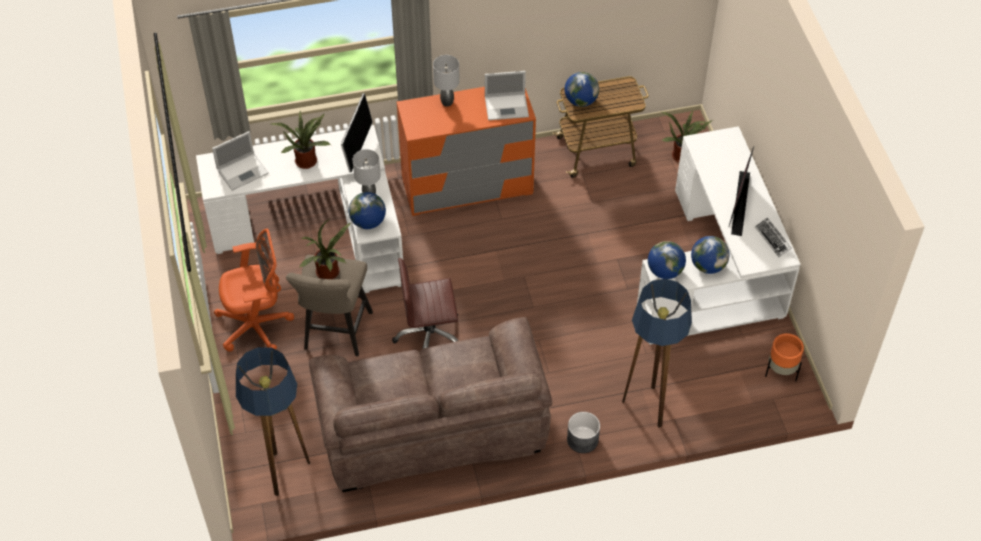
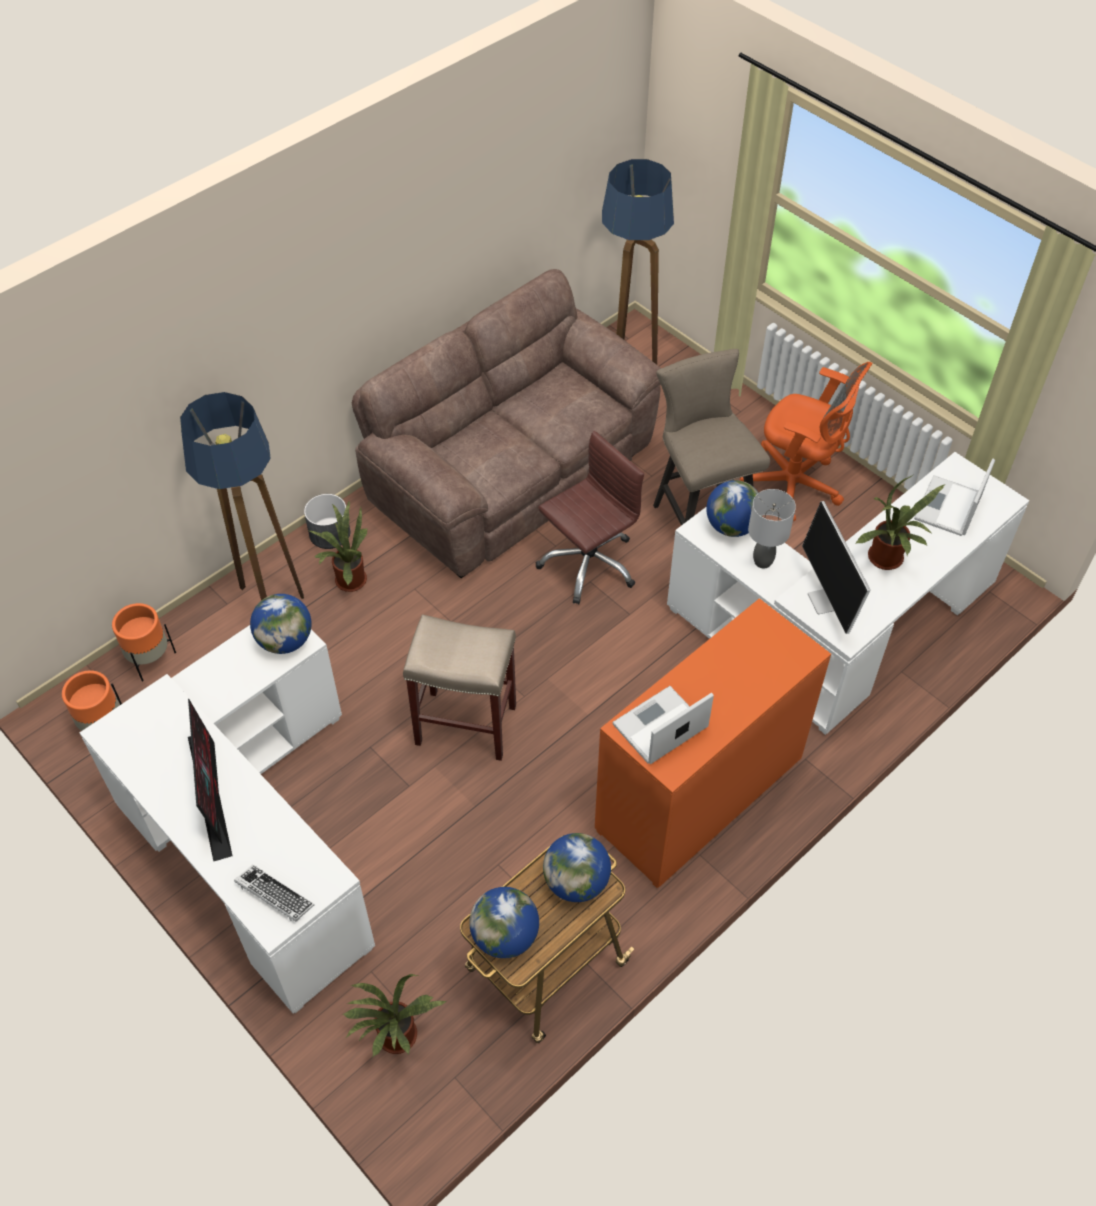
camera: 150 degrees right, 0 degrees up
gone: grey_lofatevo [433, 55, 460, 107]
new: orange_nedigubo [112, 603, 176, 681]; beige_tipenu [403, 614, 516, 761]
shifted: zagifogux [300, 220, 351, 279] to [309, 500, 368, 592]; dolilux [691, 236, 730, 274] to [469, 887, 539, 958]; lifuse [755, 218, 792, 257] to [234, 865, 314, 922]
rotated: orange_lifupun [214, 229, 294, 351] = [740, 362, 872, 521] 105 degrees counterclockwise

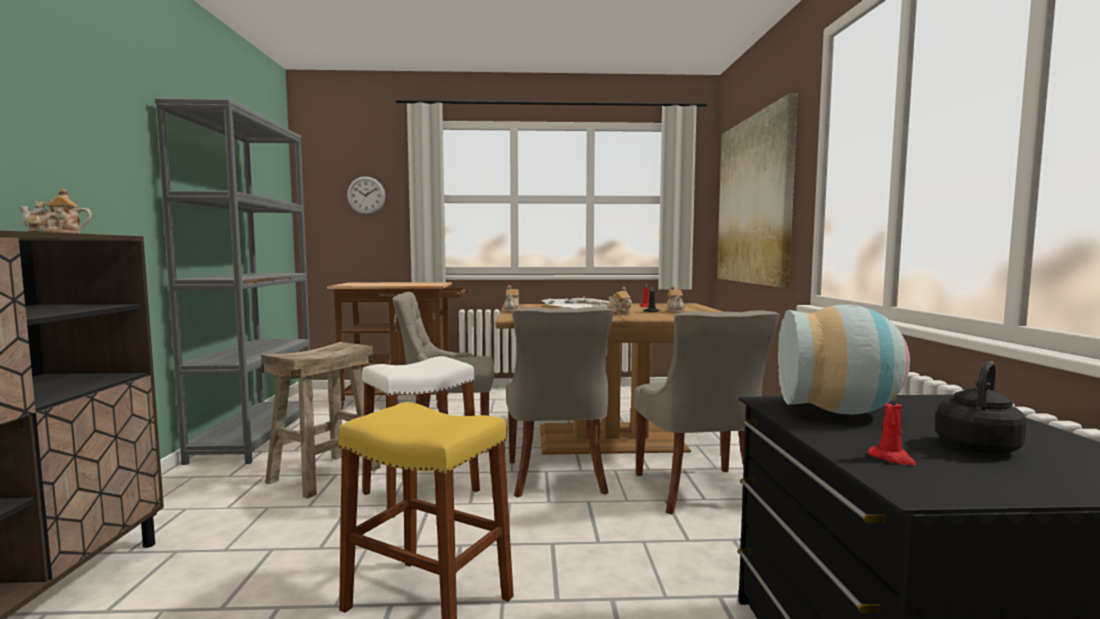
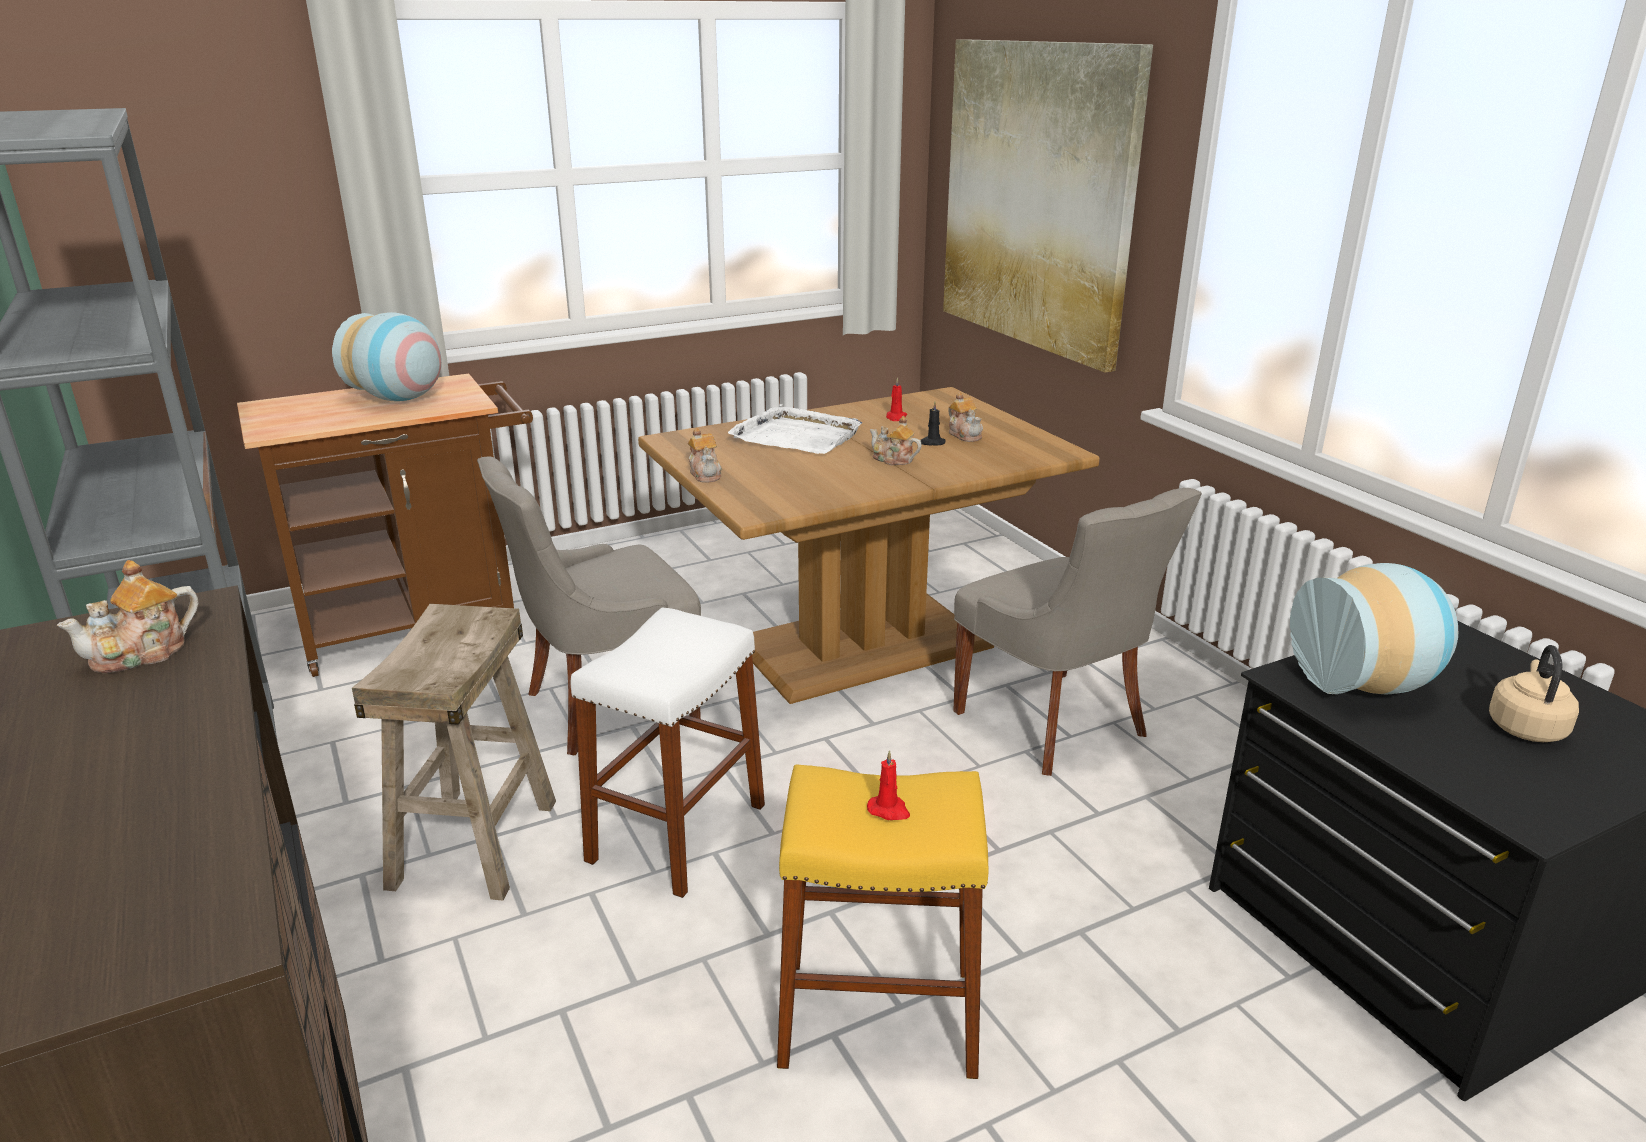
camera: 25 degrees left, 20 degrees up
gone: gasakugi [347, 176, 385, 215]; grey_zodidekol [506, 307, 614, 497]
new: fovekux [332, 312, 442, 401]
shifted: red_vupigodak [868, 391, 916, 465] to [867, 750, 910, 820]
repainted: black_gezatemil [936, 361, 1026, 454] to beige_gezatemil [1489, 645, 1579, 742]

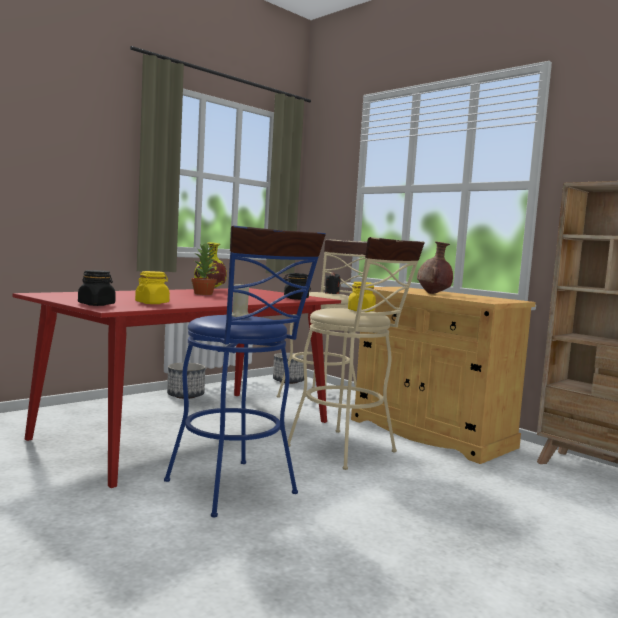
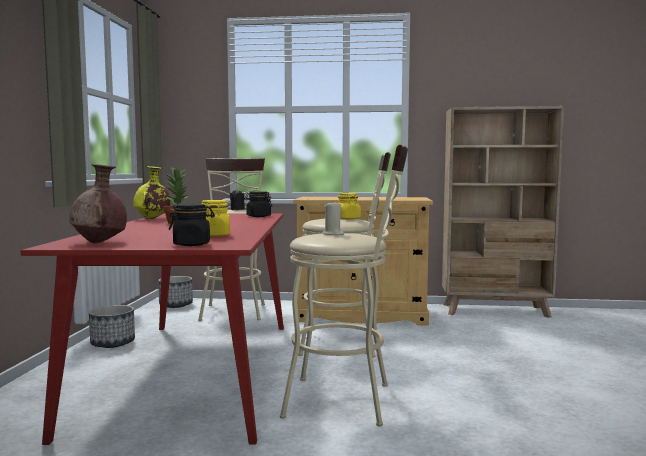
camera: 40 degrees left, 0 degrees up
shifted: brown_fovekux [417, 241, 453, 294] to [69, 164, 127, 243]
repainted: blue_tipenu [164, 225, 326, 517] to beige_tipenu [280, 145, 408, 427]

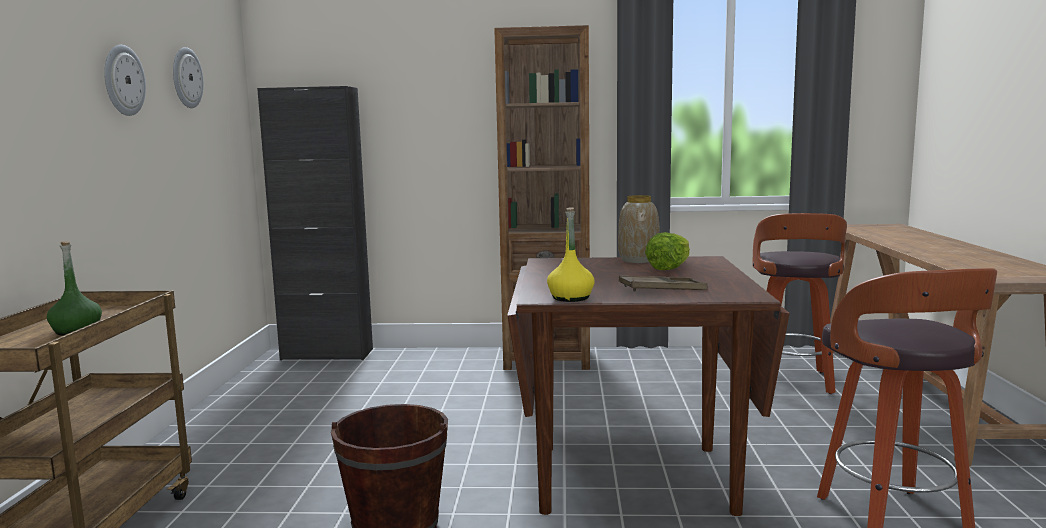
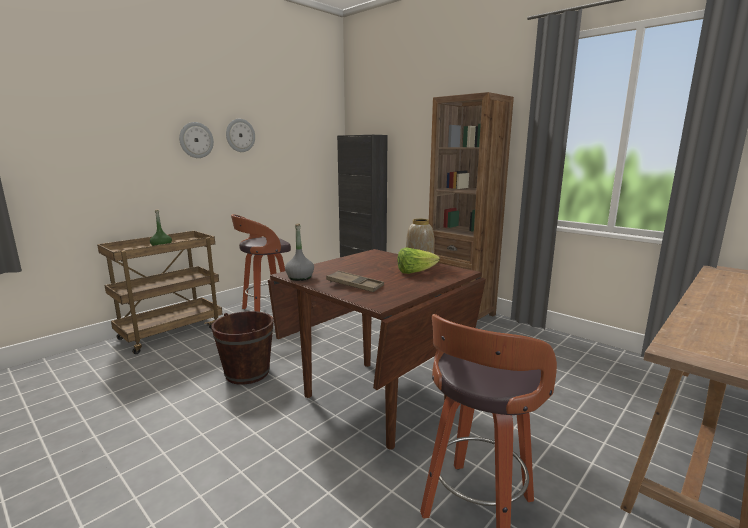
camera: 40 degrees right, 5 degrees up
shifted: gasakugi [173, 47, 204, 108] to [179, 122, 214, 158]; tipenu [752, 213, 847, 394] to [231, 214, 291, 312]
repainted: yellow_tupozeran [547, 207, 595, 302] to grey_tupozeran [285, 223, 314, 281]

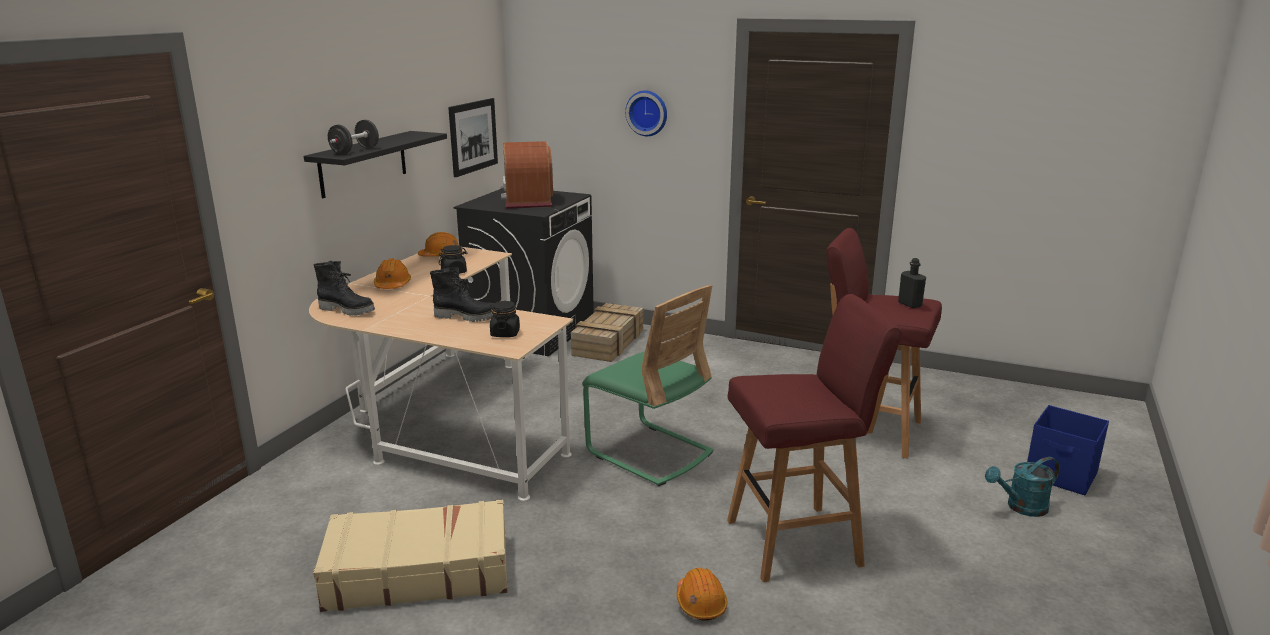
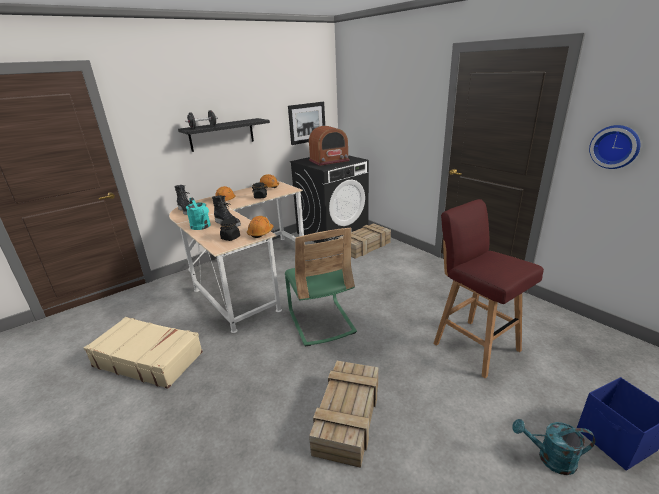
camera: 30 degrees right, 5 degrees up
gone: black_tupozeran [898, 258, 926, 308]
new: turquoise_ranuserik [186, 197, 211, 230]
shifted: gasakugi [625, 90, 667, 136] to [589, 125, 641, 169]; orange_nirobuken [676, 568, 728, 620] to [247, 216, 274, 238]
swapped: red_tipenu [727, 294, 902, 582] to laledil [309, 361, 378, 468]
rotated: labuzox [501, 141, 553, 209] = [309, 126, 349, 166] 135 degrees counterclockwise

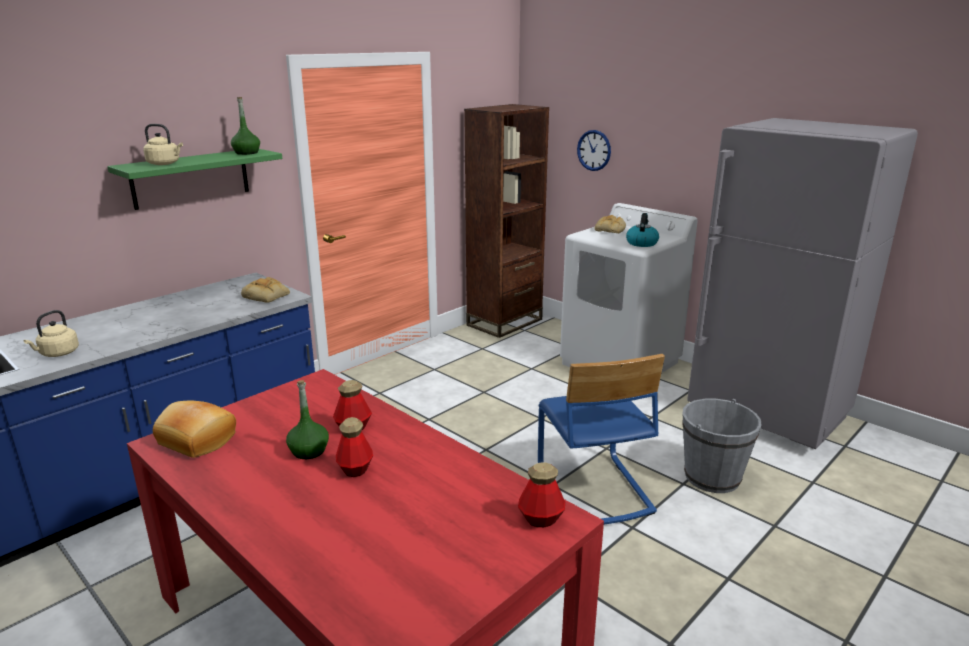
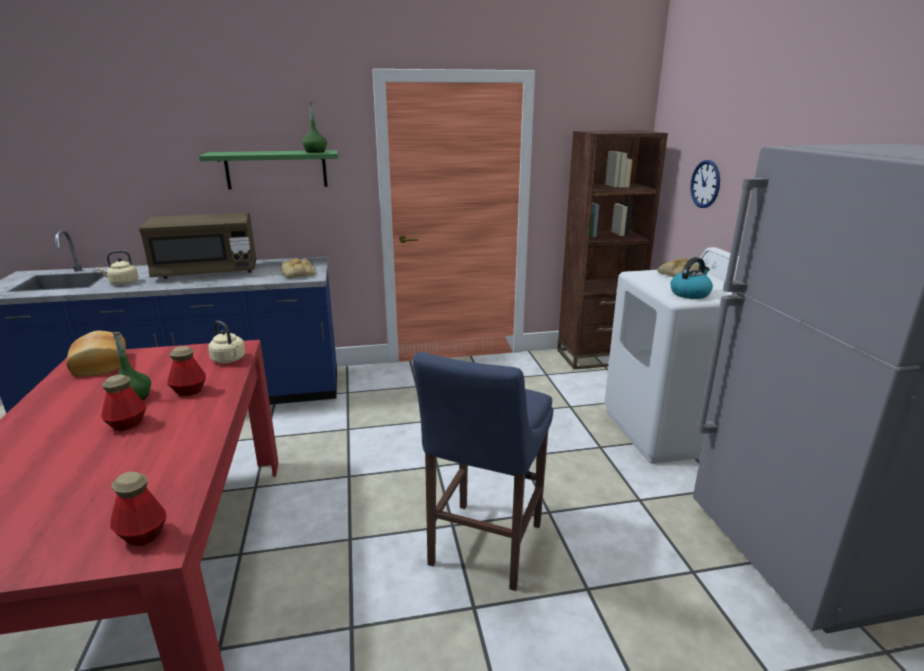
camera: 35 degrees right, 0 degrees up
gone: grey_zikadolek [682, 399, 762, 493]
new: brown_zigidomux [139, 213, 256, 279]
shifted: beige_gezatemil [143, 124, 183, 165] to [208, 320, 245, 363]
swapped: blue_zodidekol [538, 354, 665, 524] to blue_tipenu [413, 352, 554, 591]

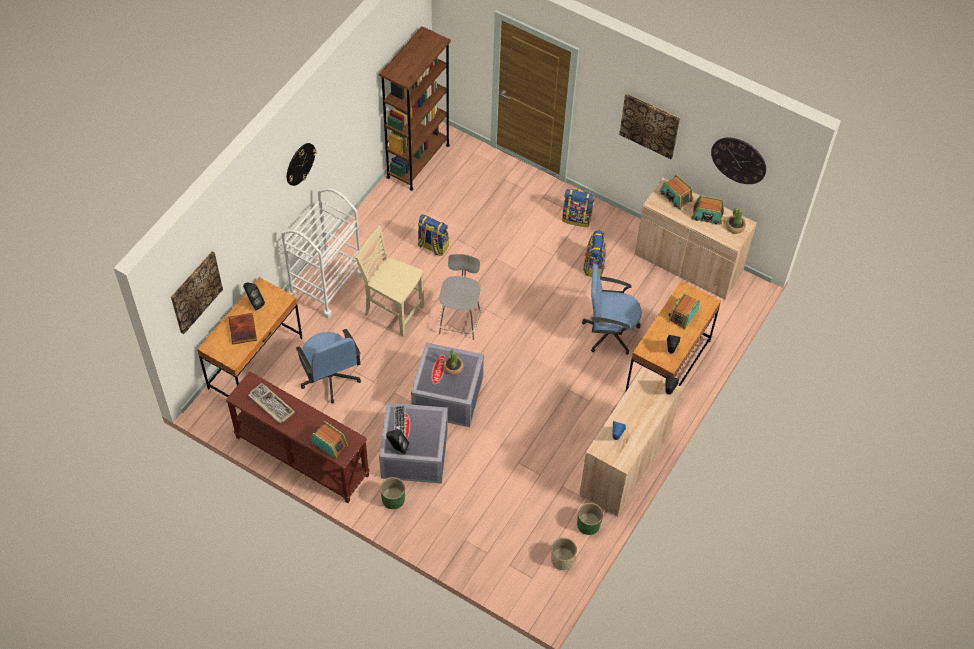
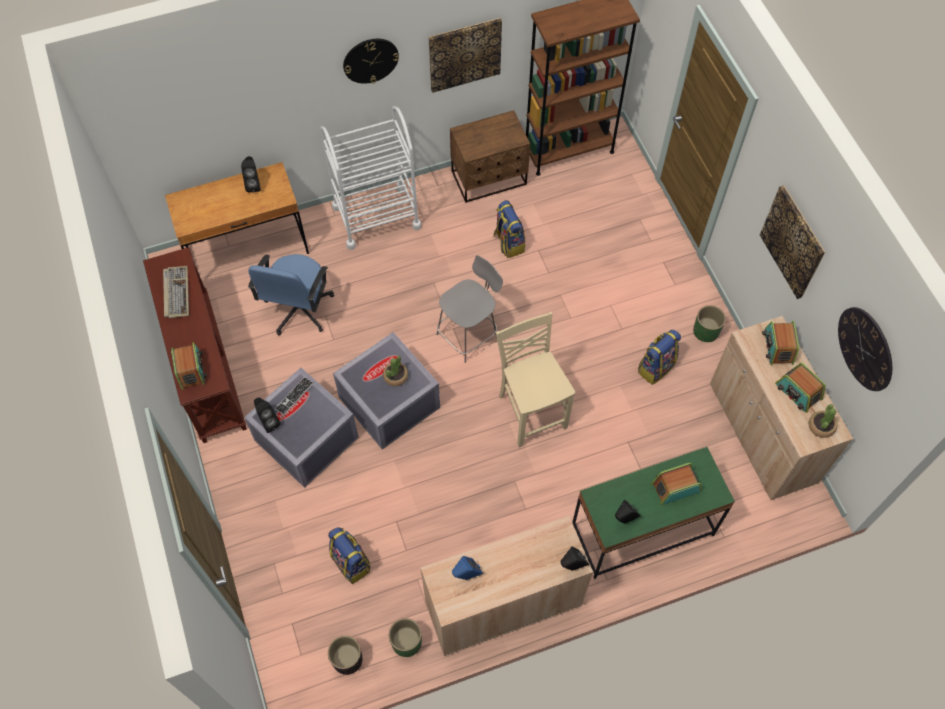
camera: 40 degrees right, 5 degrees up
gone: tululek [228, 313, 257, 344]; blue_lifupun [582, 263, 642, 355]
new: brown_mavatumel [450, 110, 530, 203]
shifted: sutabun [171, 251, 223, 334] to [429, 18, 502, 93]; beige_zodidekol [355, 226, 424, 337] to [496, 312, 575, 447]; green_nedigubo [380, 477, 405, 509] to [693, 305, 726, 342]; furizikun [562, 188, 594, 227] to [328, 527, 370, 584]
repainted: beige_nedigubo [551, 538, 577, 570] to black_nedigubo [328, 636, 363, 675]; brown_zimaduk [625, 281, 721, 392] to green_zimaduk [572, 447, 735, 579]

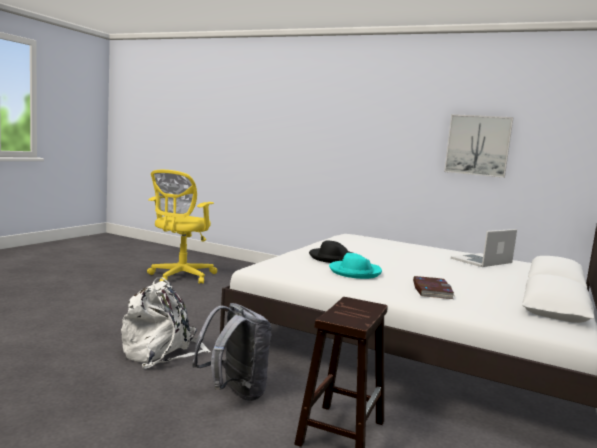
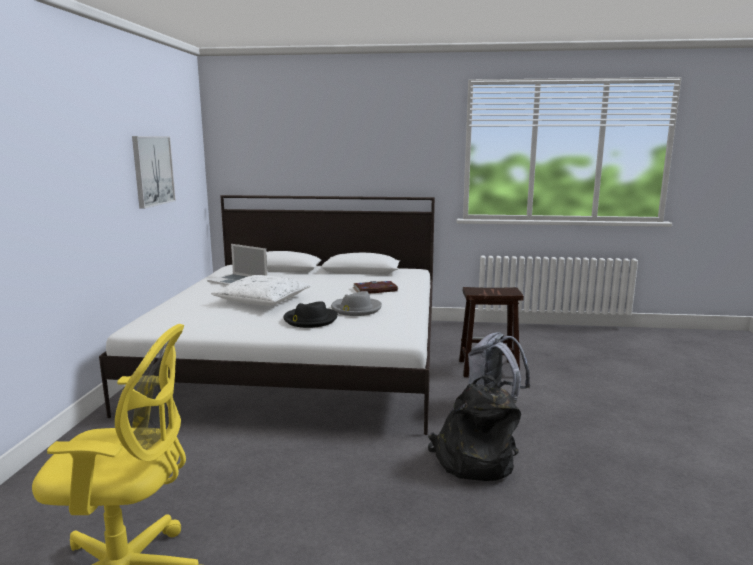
camera: 110 degrees left, 5 degrees up
new: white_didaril [211, 275, 311, 306]
repainted: white_furizikun [121, 277, 211, 369] to black_furizikun [428, 375, 521, 481]; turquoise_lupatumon [329, 253, 382, 279] to grey_lupatumon [331, 291, 382, 316]

